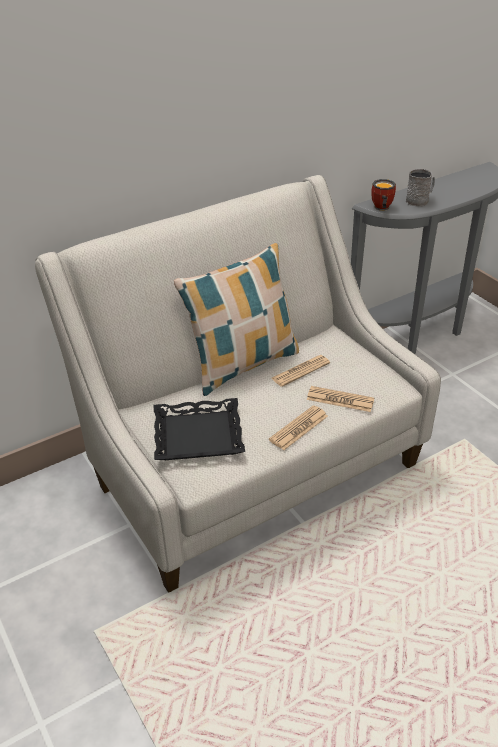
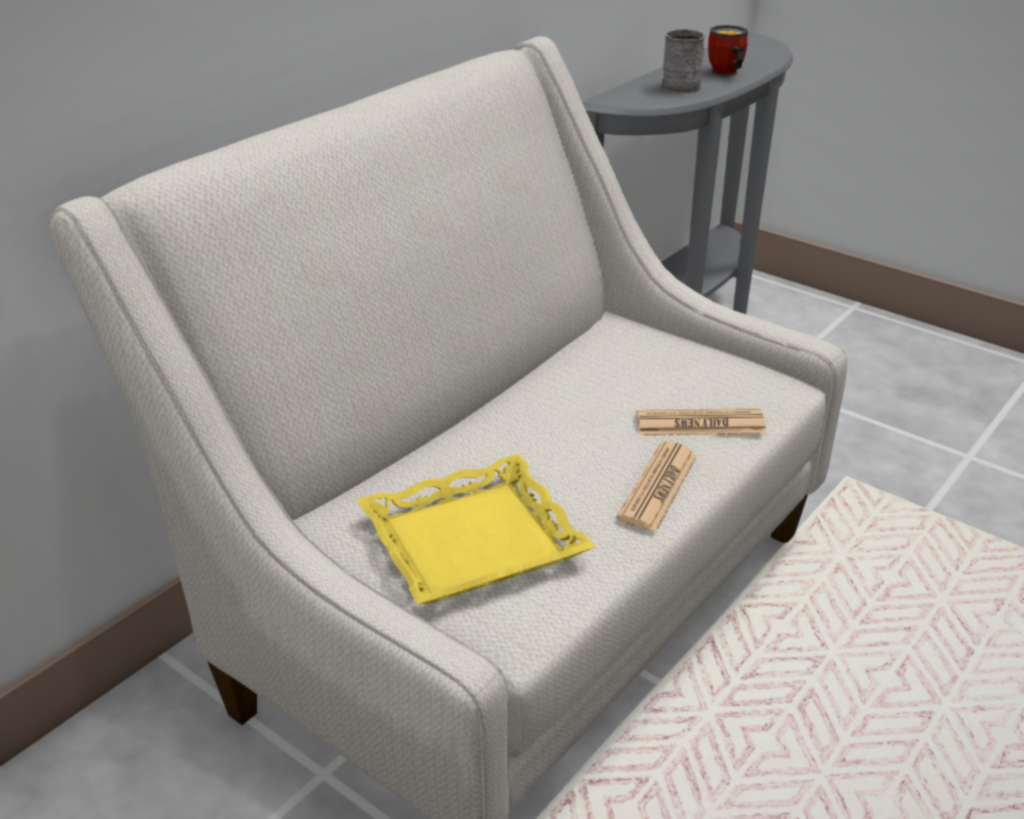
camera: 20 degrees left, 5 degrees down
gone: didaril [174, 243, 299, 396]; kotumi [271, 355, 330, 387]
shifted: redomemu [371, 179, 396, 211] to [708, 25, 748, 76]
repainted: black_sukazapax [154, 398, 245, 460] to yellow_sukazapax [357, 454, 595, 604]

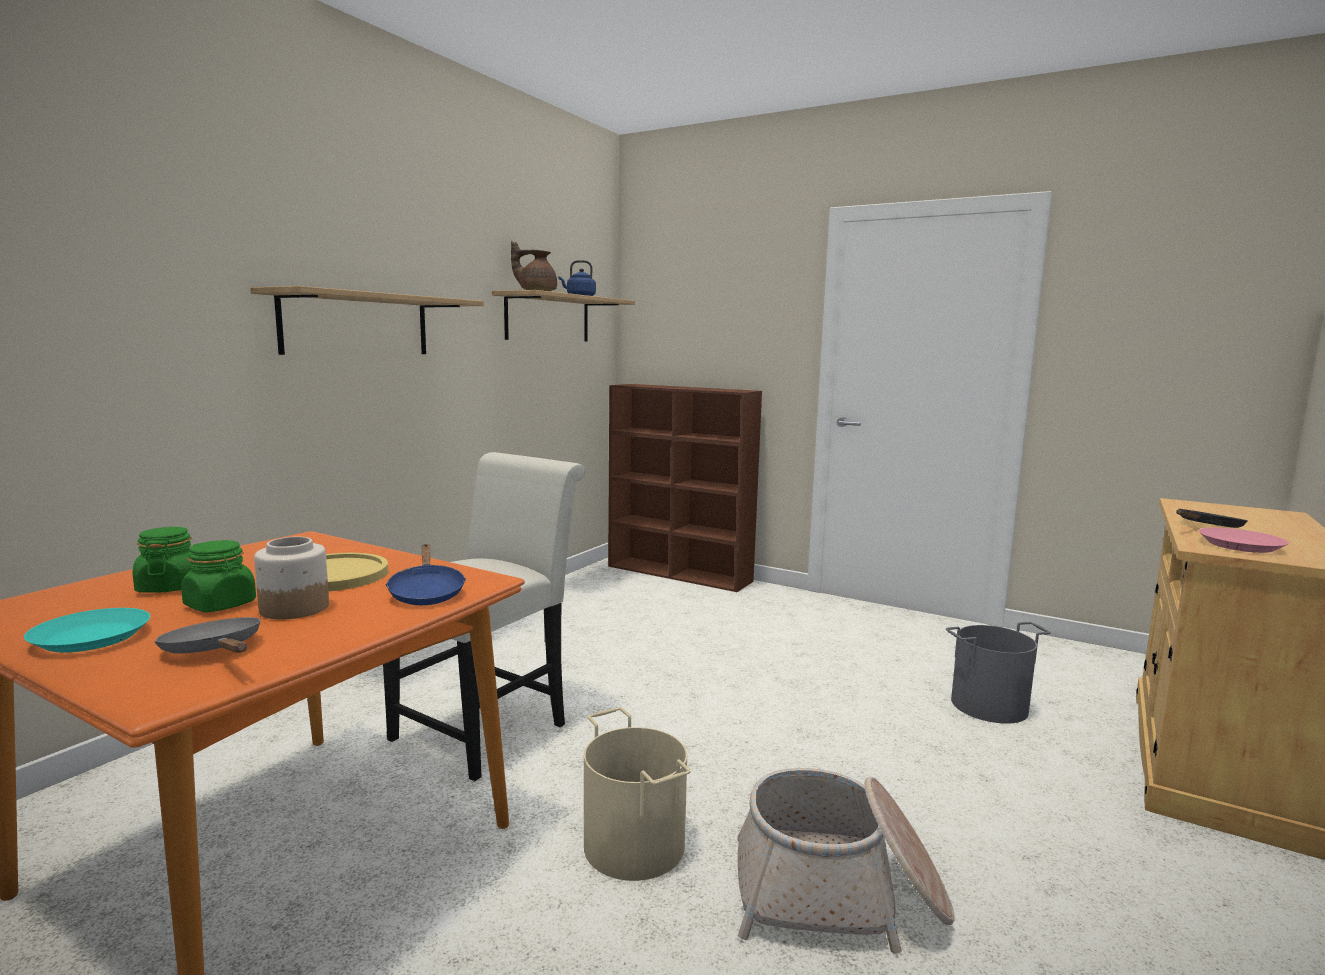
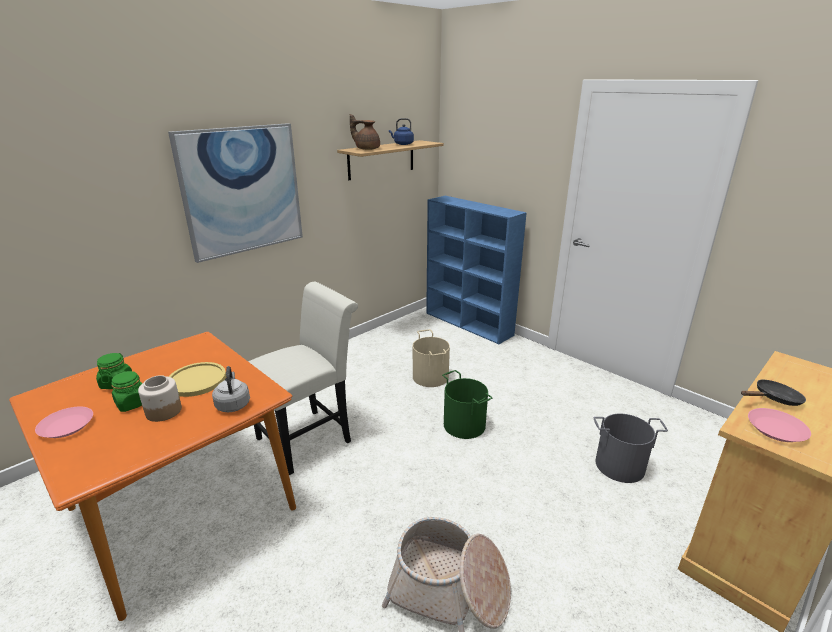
camera: 15 degrees right, 15 degrees up
gone: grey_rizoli [154, 617, 261, 654]
new: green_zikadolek [442, 370, 492, 439]
shifted: beige_zikadolek [584, 707, 691, 881] to [413, 329, 450, 387]
swapped: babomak [250, 286, 484, 355] to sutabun [168, 123, 303, 263]; blue_rizoli [385, 544, 466, 605] to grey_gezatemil [212, 366, 250, 412]
repainted: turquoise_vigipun [24, 608, 150, 653] to pink_vigipun [35, 407, 93, 438]; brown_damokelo [608, 384, 762, 592] to blue_damokelo [426, 196, 527, 344]

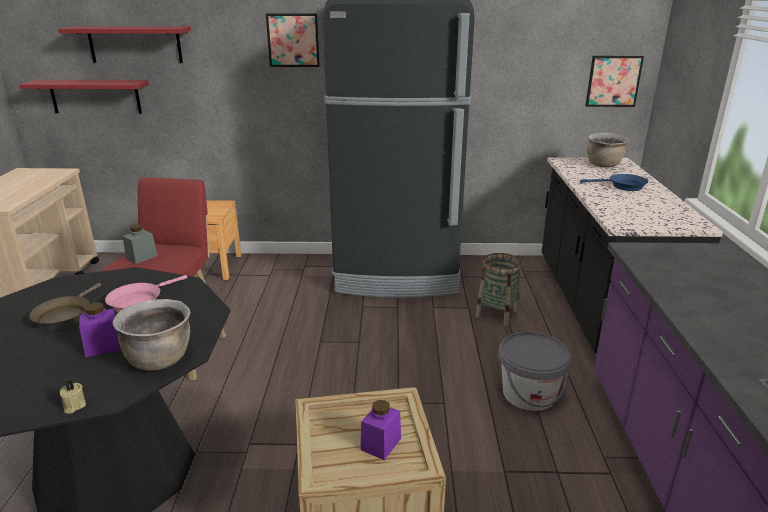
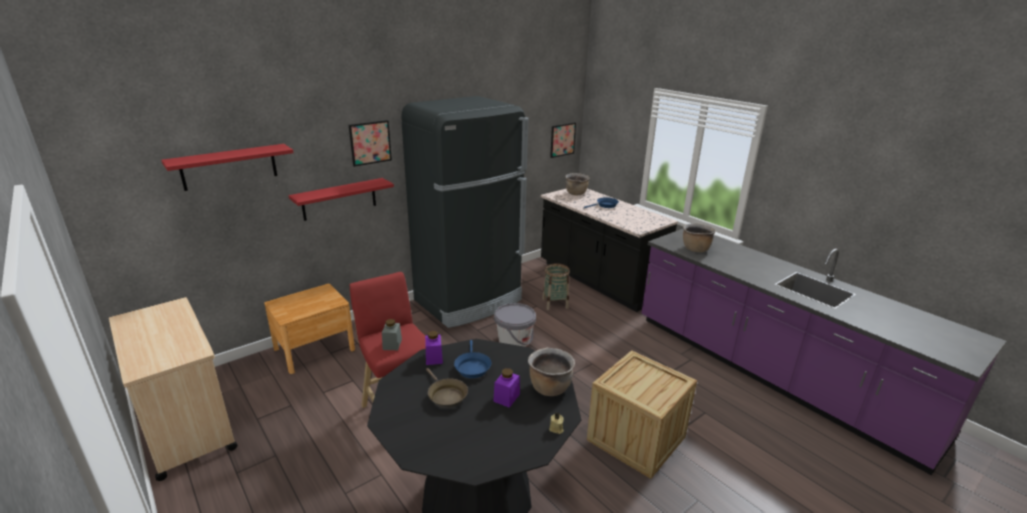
camera: 40 degrees left, 0 degrees up
new: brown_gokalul [683, 224, 716, 252]
shifted: red_babomak [19, 80, 149, 114] to [288, 178, 394, 221]; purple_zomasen [360, 400, 401, 460] to [425, 331, 443, 365]; grey_zikadolek [498, 331, 571, 411] to [494, 303, 536, 347]
repainted: pink_rizoli [105, 275, 187, 312] to blue_rizoli [454, 340, 491, 378]

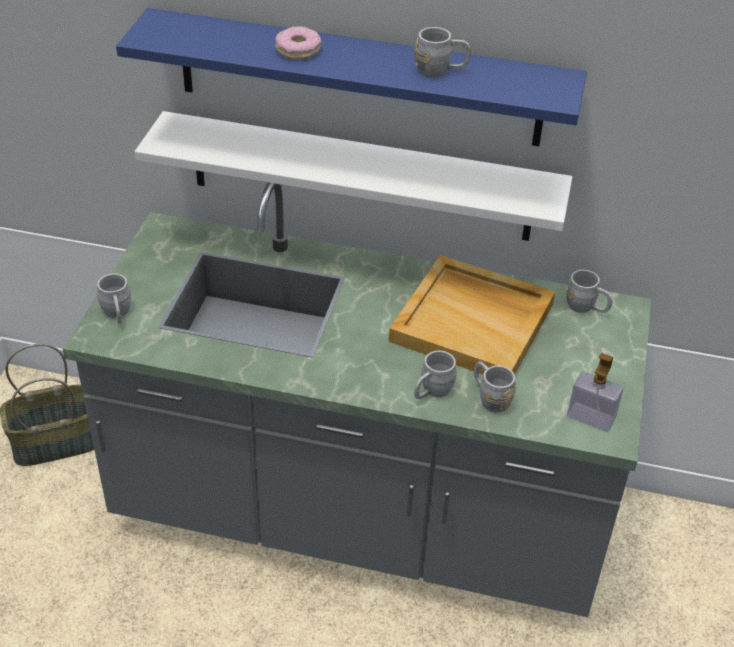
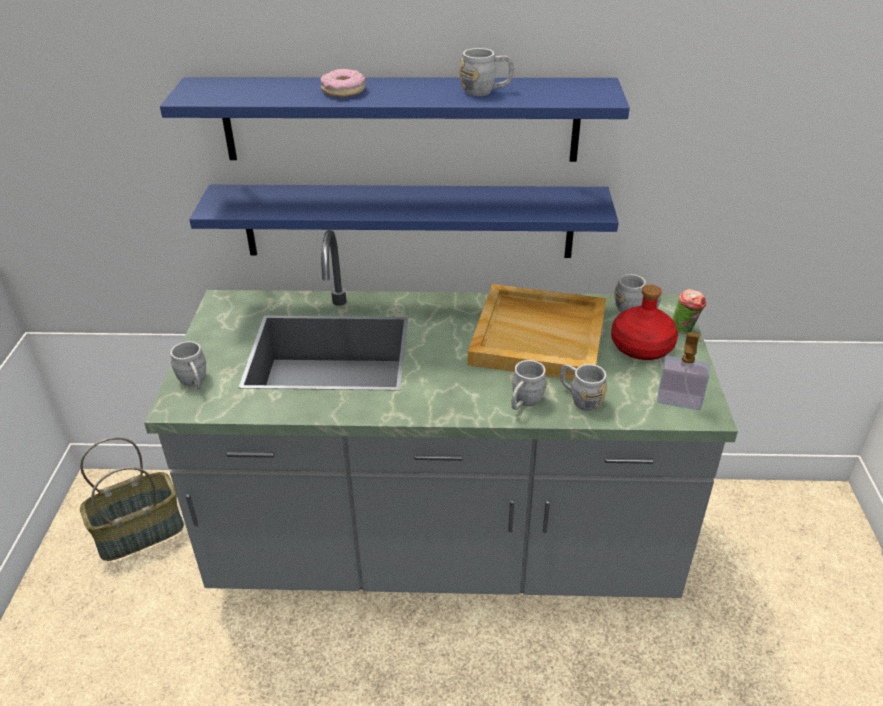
camera: 10 degrees left, 5 degrees down
new: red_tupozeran [611, 285, 678, 360]; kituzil [673, 289, 706, 334]
repainted: white_babomak [135, 111, 572, 241] to blue_babomak [189, 185, 619, 258]

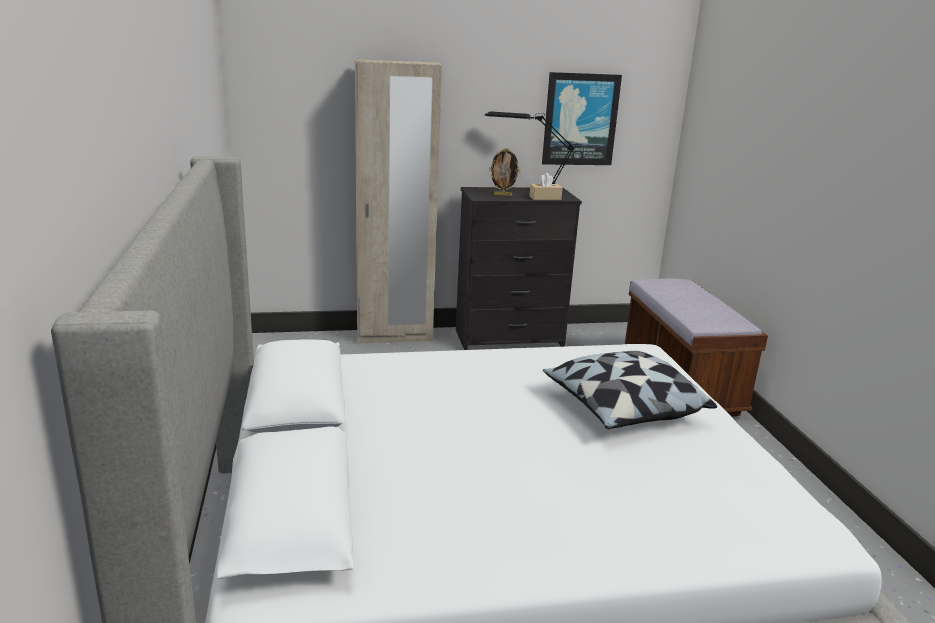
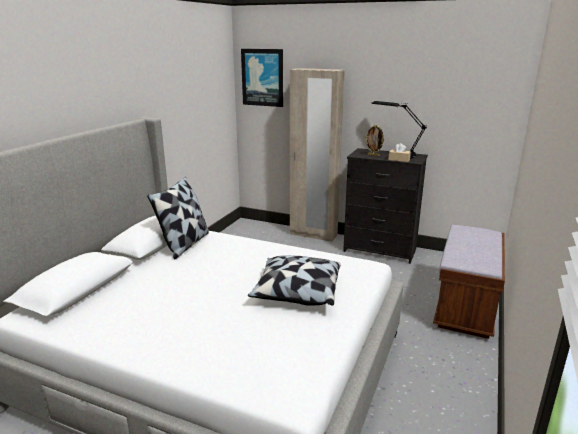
camera: 35 degrees right, 0 degrees up
new: didaril [147, 177, 209, 260]
shifted: sutabun [542, 72, 622, 165] to [241, 49, 283, 107]

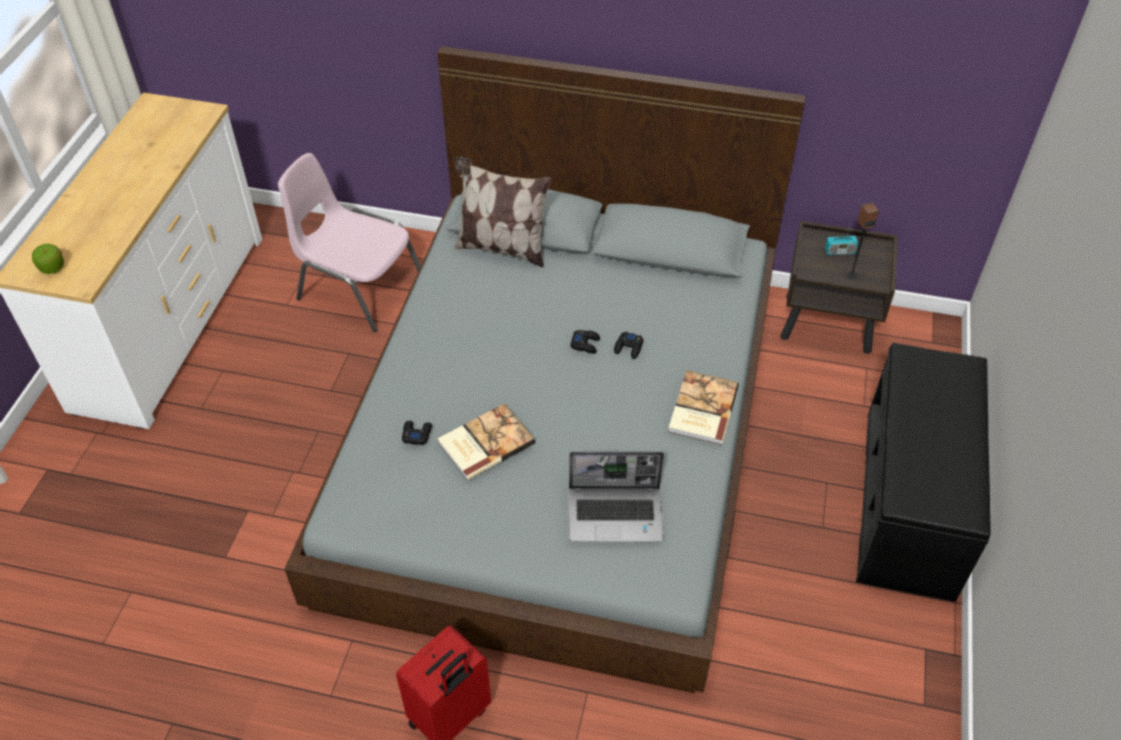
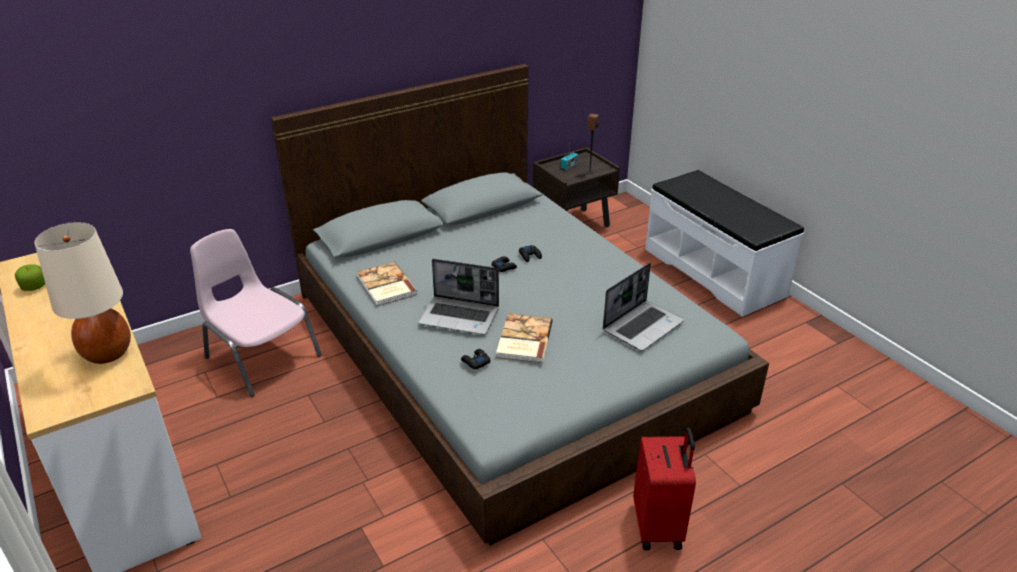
camera: 45 degrees left, 15 degrees down
gone: didaril [454, 157, 551, 267]
new: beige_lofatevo [34, 222, 131, 364]; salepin [419, 259, 499, 335]
shifted: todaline [32, 244, 64, 274] to [15, 264, 45, 291]; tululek [668, 370, 739, 445] to [356, 262, 417, 306]
repainted: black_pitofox [856, 343, 991, 602] to white_pitofox [645, 170, 804, 317]
rotated: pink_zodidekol [278, 153, 421, 332] = [190, 229, 322, 397] 60 degrees clockwise

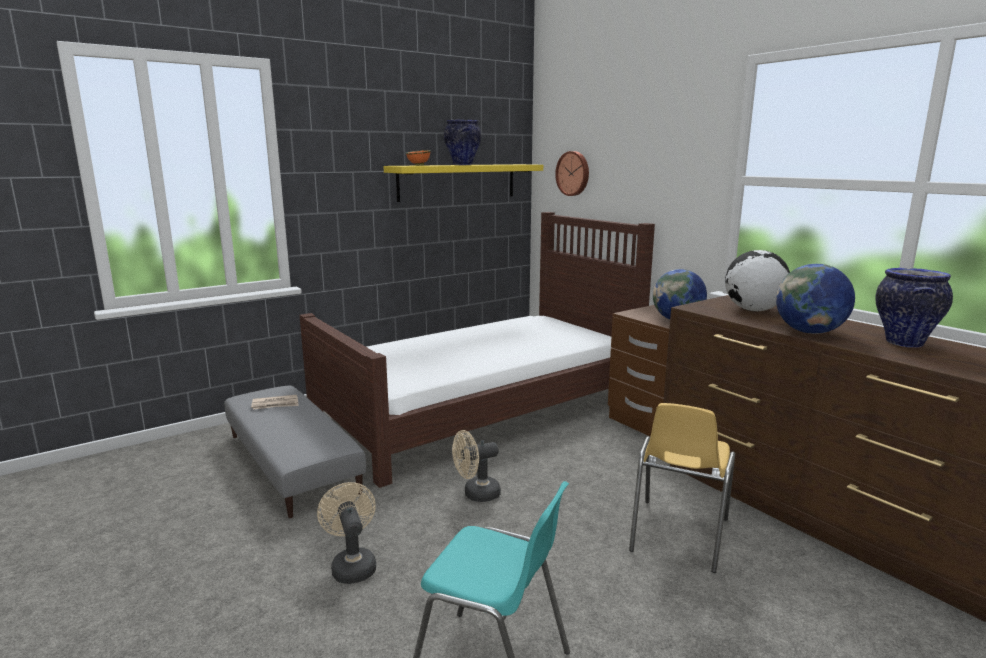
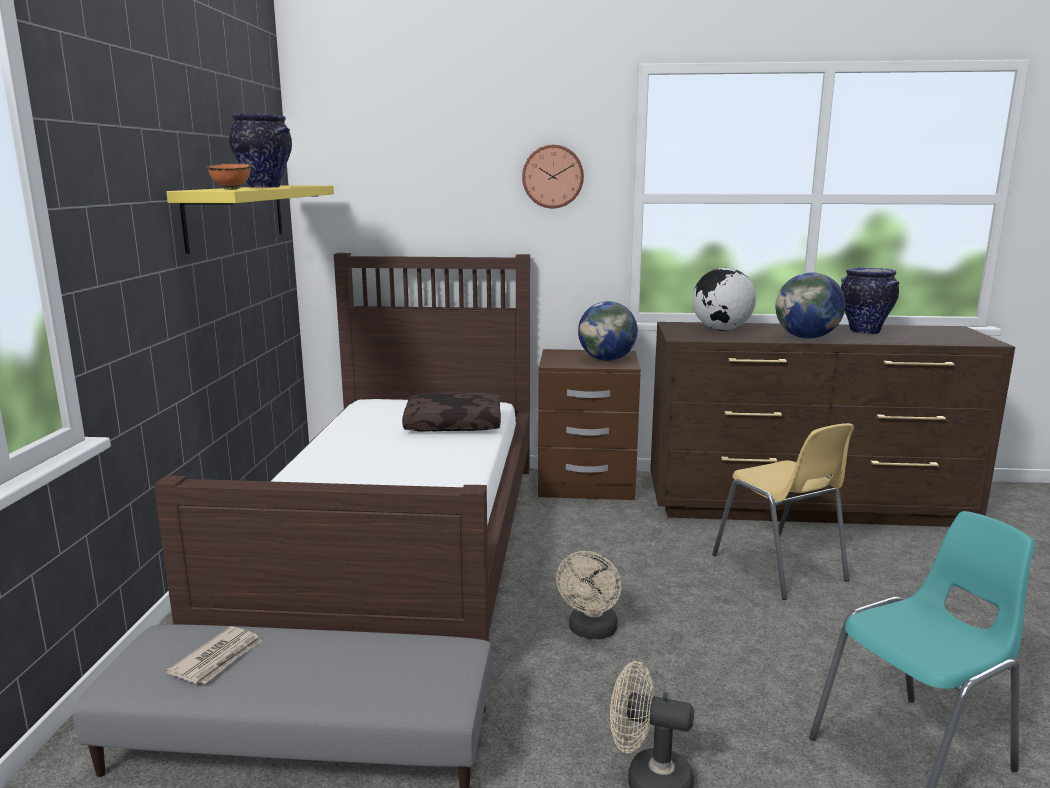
camera: 50 degrees left, 0 degrees up
new: brown_didaril [402, 392, 501, 432]
shifted: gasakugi [555, 151, 589, 196] to [522, 145, 584, 208]

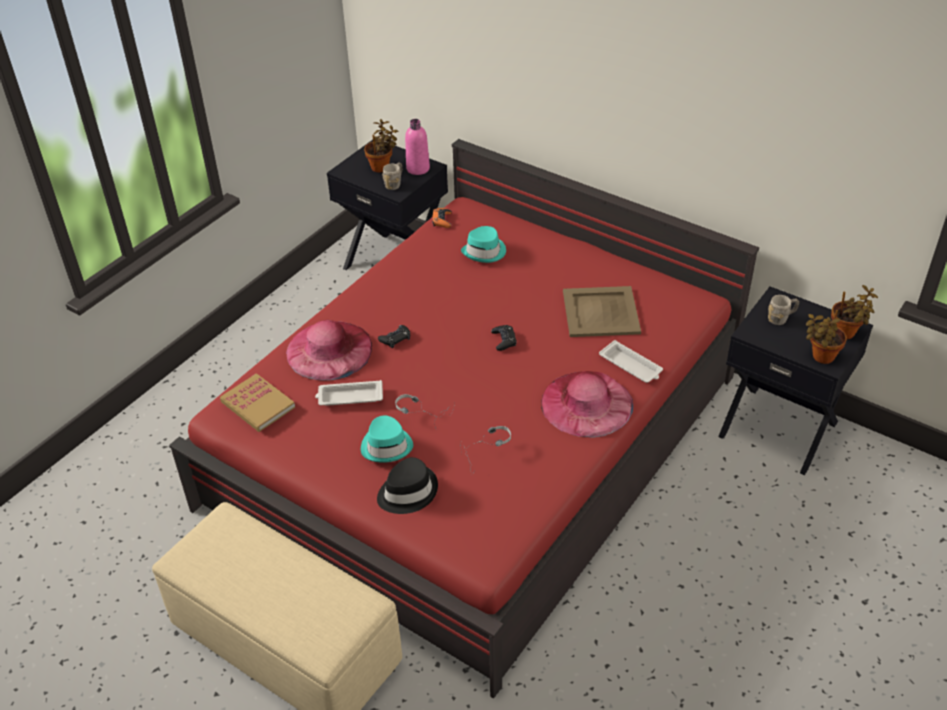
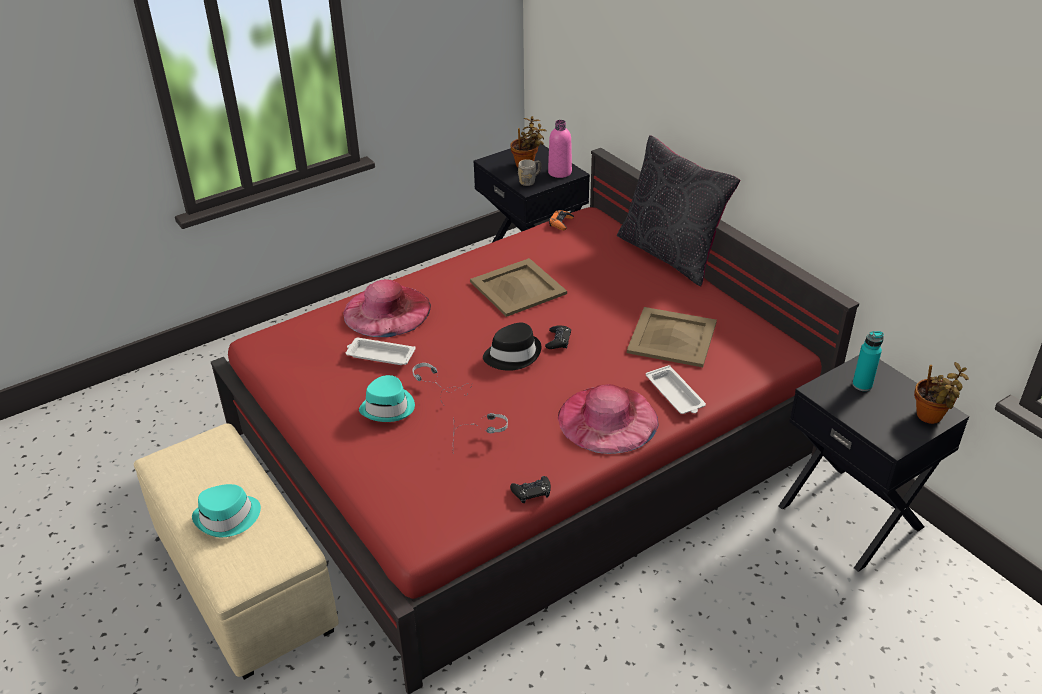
camera: 20 degrees right, 5 degrees down
gone: tululek [220, 373, 295, 432]; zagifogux [806, 310, 847, 364]
new: beige_sukazapax [470, 258, 567, 317]; black_didaril [617, 135, 740, 286]
shifted: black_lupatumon [377, 457, 438, 514] to [483, 323, 541, 371]; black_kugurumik [378, 325, 411, 348] to [510, 476, 551, 503]; turquoise_lupatumon [461, 226, 506, 263] to [192, 484, 261, 537]
swapped: grey_redomemu [768, 295, 799, 325] to turquoise_tupozeran [852, 331, 884, 391]

